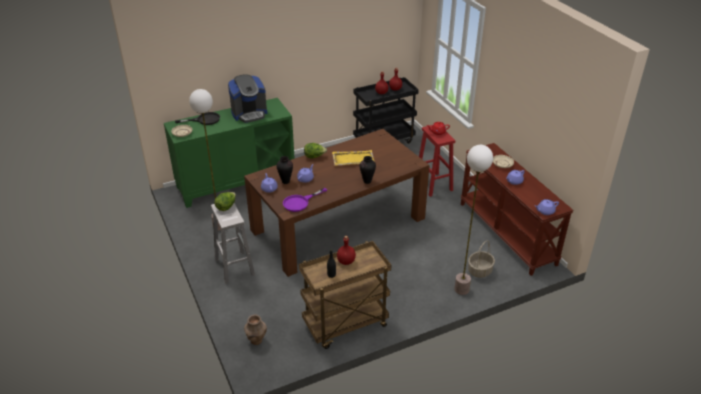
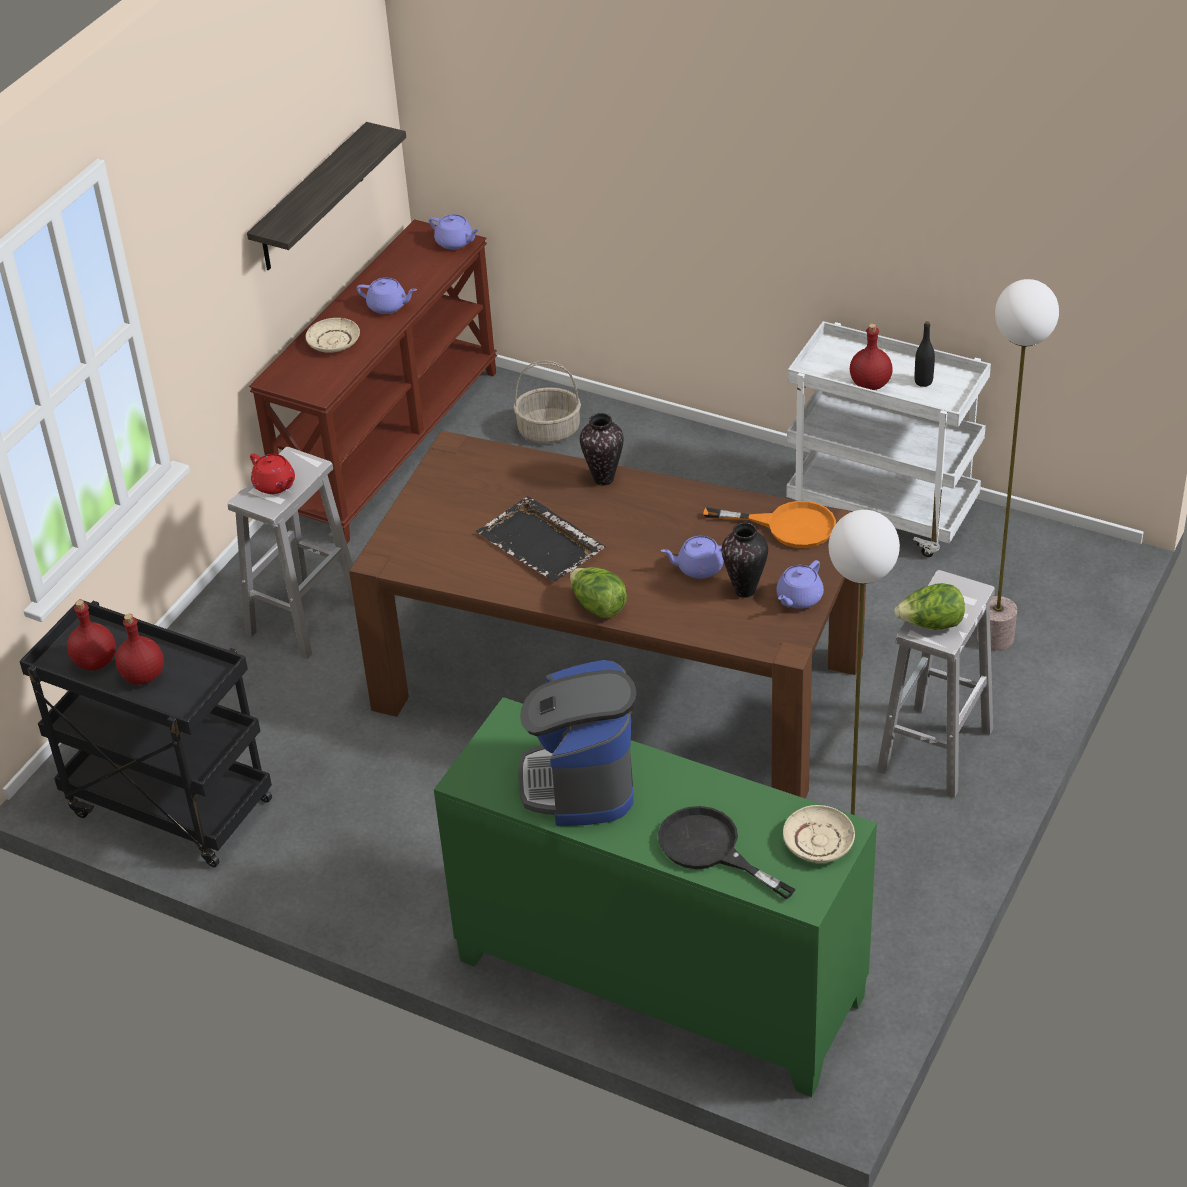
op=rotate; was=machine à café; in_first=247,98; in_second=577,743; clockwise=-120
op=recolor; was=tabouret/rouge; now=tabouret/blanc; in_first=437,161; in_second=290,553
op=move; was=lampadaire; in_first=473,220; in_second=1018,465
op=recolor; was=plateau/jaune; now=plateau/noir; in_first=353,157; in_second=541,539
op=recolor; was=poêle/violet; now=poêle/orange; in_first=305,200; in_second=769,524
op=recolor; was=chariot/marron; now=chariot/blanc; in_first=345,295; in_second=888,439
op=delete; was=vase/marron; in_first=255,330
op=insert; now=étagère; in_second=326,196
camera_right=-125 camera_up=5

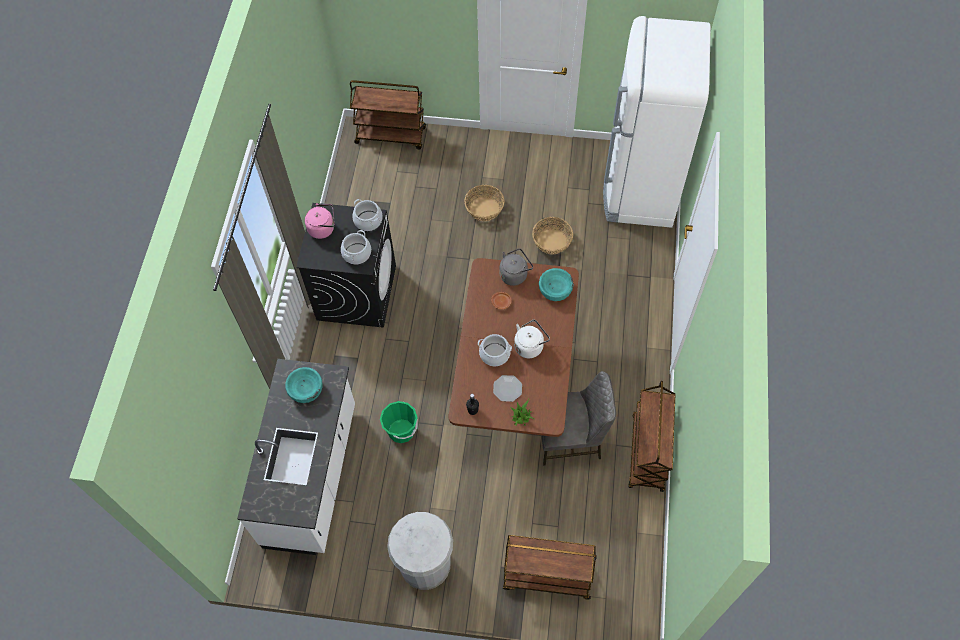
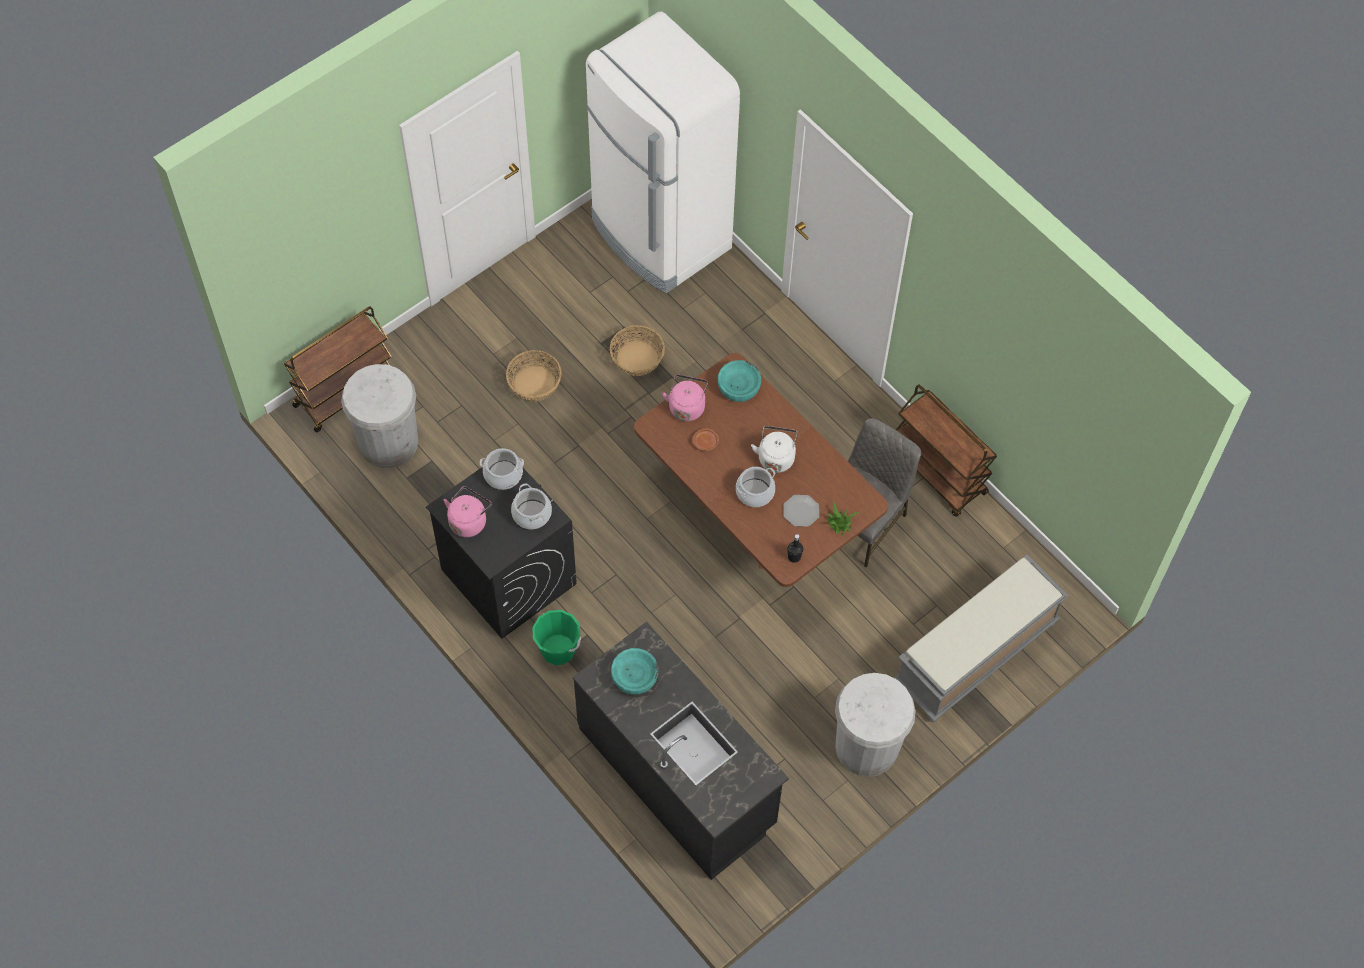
op=recolor; was=bouilloire/gris; now=bouilloire/rose; in_first=516,267; in_second=685,398
op=recolor; was=comptoir de cuisine/blanc; now=comptoir de cuisine/noir; in_first=296,457; in_second=681,751
op=move; was=seau/vert; in_first=399,422; in_second=556,637
op=replace; was=chariot/marron; now=banc/gris; in_first=550,567; in_second=981,638
op=insert; now=poubelle/blanc; in_second=379,416
camera_right=-50 camera_up=0

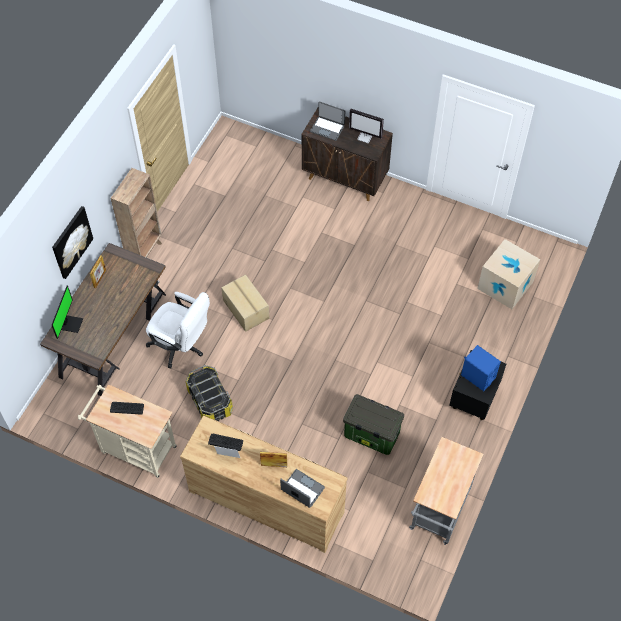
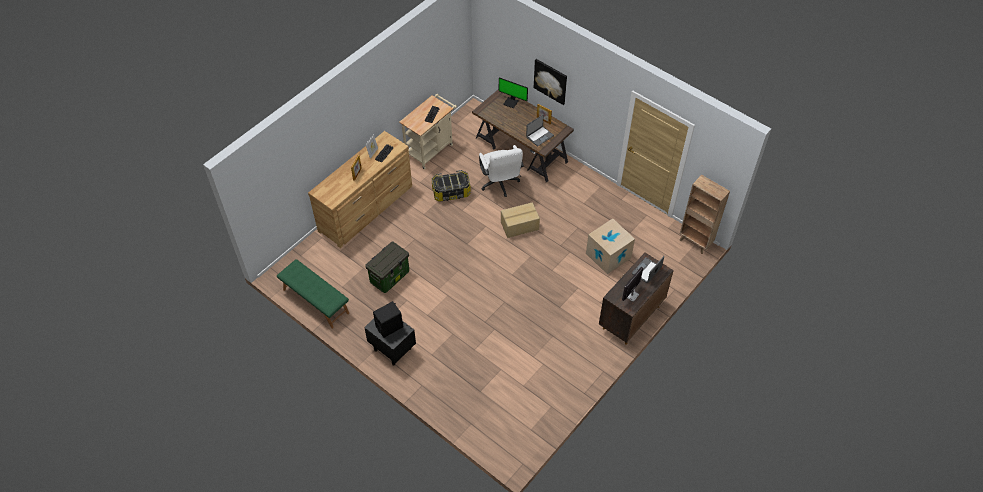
op=move; was=bibliothèque/marron; in_first=136,213; in_second=704,214
op=move; was=carton; in_first=508,274; in_second=610,246
op=rotate; was=chaise de bureau/blanc; in_first=178,330; in_second=501,171; clockwise=-60
op=recolor; was=enceinte/bleu; now=enceinte/noir; in_first=481,368; in_second=388,319
op=replace; was=chariot/gris; now=banc/vert; in_first=446,491; in_second=313,294
op=move; was=ordinateur portable; in_first=302,488; in_second=540,130
camera_right=105 camera_up=-5

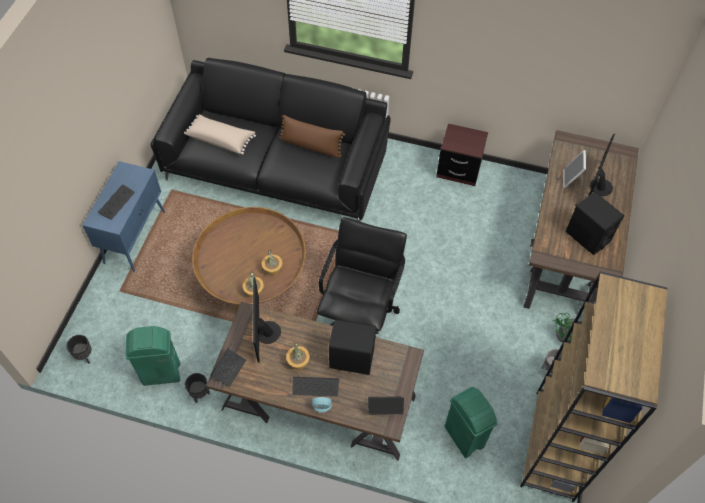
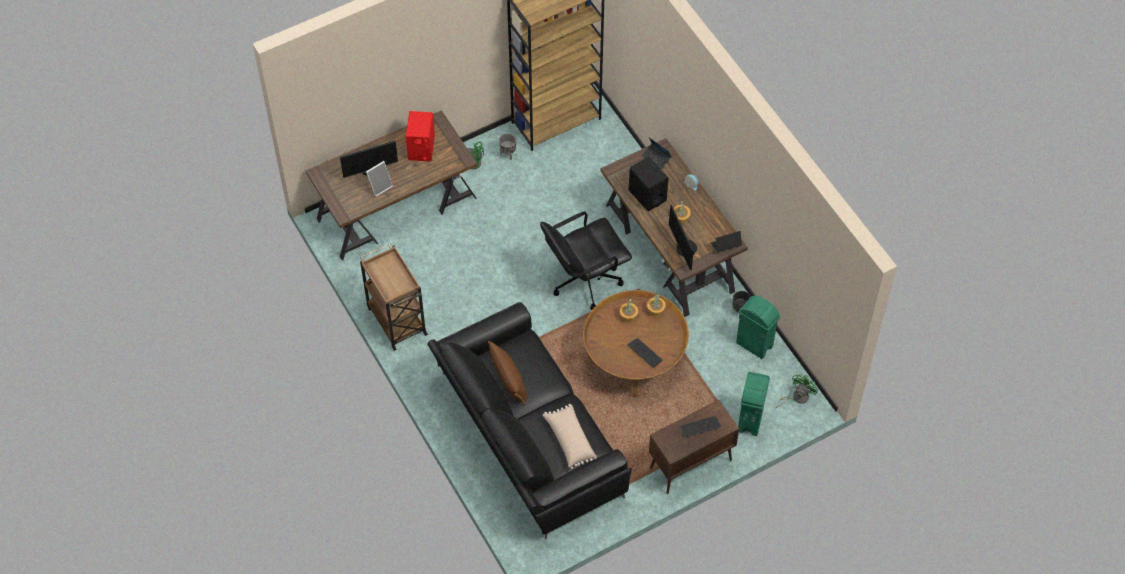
op=replace; was=table de chevet/marron; now=chariot/marron; in_first=462,154; in_second=394,297
op=recolor; was=meuble de rangement/bleu; now=meuble de rangement/marron; in_first=123,216; in_second=694,447
op=recolor; was=enceinte/noir; now=enceinte/rouge; in_first=594,223; in_second=420,136
op=rotate; was=écran d'ordinateur; in_first=267,319; in_second=683,237; clockwise=120
op=replace; was=cache-pot/noir; now=ventilateur/vert; in_first=78,349; in_second=797,391
op=move; was=clavier; in_first=315,387; in_second=645,353
op=move; was=poubelle/vert; in_first=471,422; in_second=754,404
camera_right=-135 camera_up=0

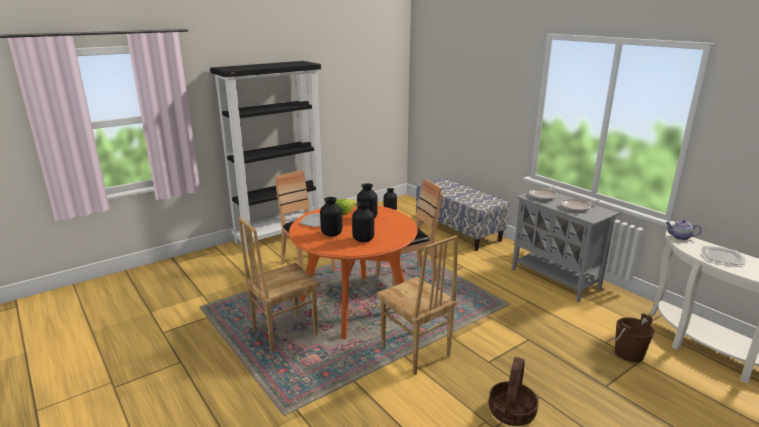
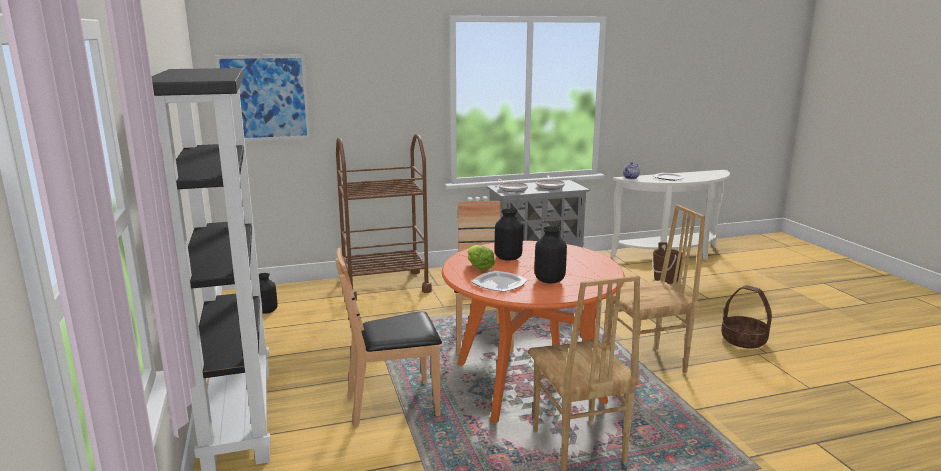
op=replace; was=banc; now=chariot/marron; in_first=462,214; in_second=384,217
op=delete; was=vase/noir; in_first=363,222
op=insert; now=tableau; in_second=263,97
camera_right=-70 camera_up=-5

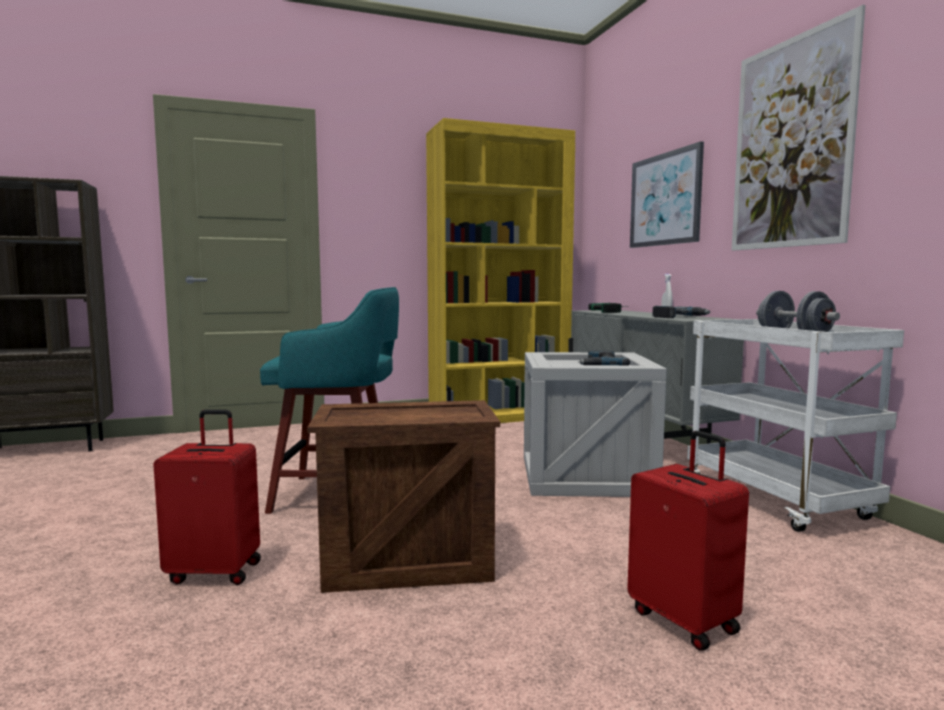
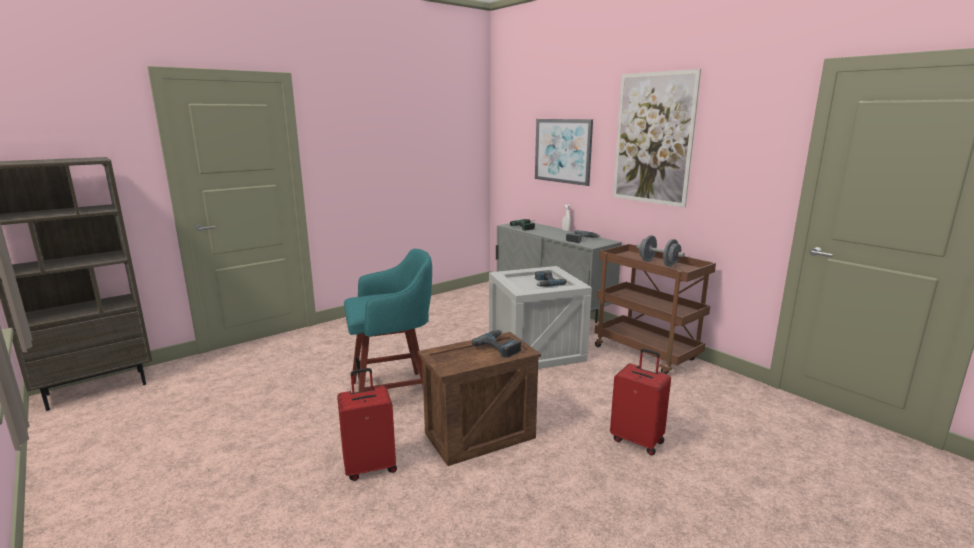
op=delete; was=bibliothèque/jaune; in_first=500,270
op=recolor; was=chariot/blanc; now=chariot/marron; in_first=795,425; in_second=655,309
op=insert; now=perceuse; in_second=496,344
camera_right=-20 camera_up=10

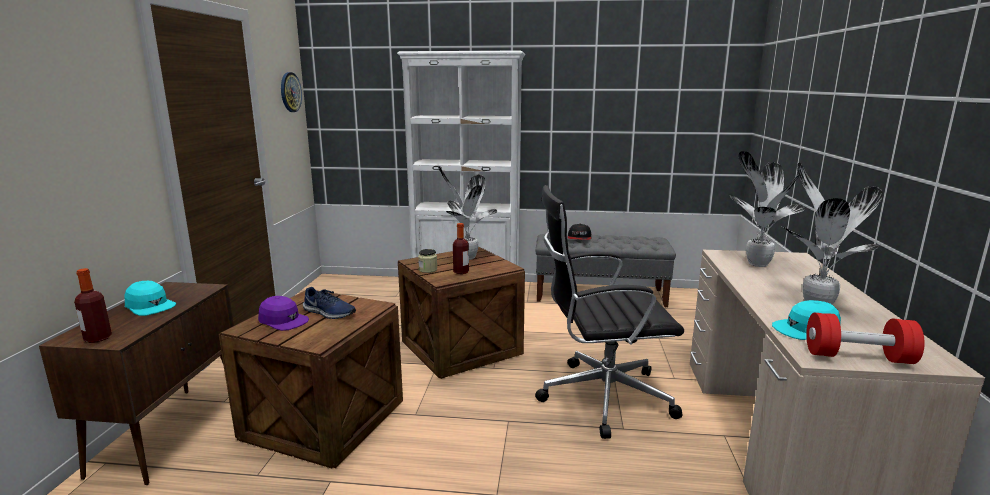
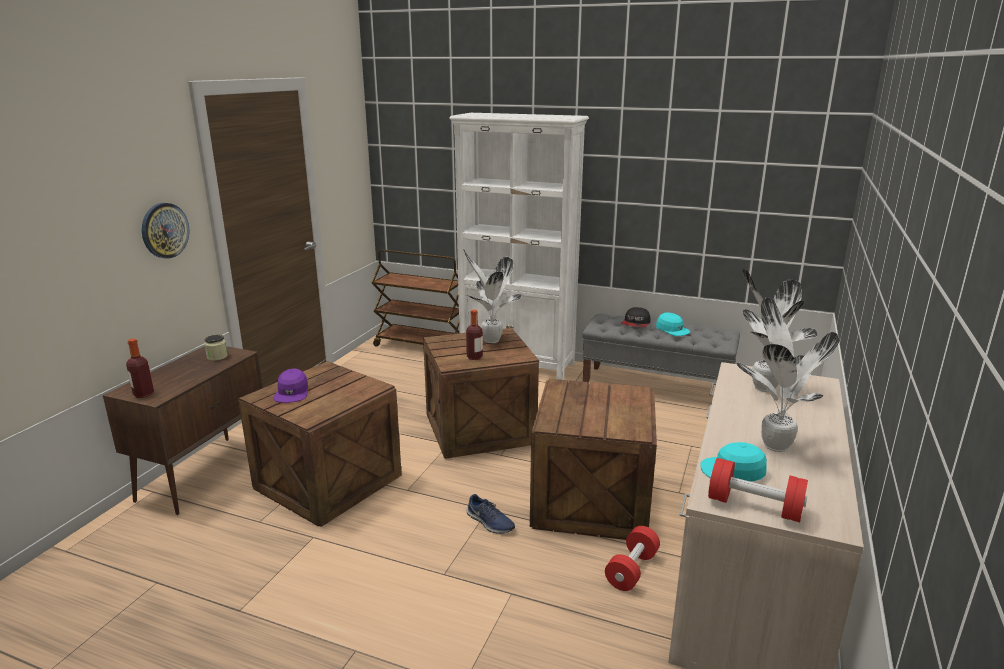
op=move; was=horloge murale; in_first=291,92; in_second=166,231
op=replace; was=chaise de bureau/noir; now=caisse; in_first=609,312; in_second=593,459
op=move; was=bocal; in_first=427,261; in_second=216,348
op=move; was=casquette/turquoise; in_first=150,298; in_second=673,324
op=move; was=chaussure/bleu; in_first=329,303; in_second=490,514
op=rotate; was=casquette/violet; in_first=283,313; in_second=291,386; clockwise=45
op=insert; now=chariot/marron; in_second=415,298
op=insert; now=haltère/rouge; in_second=632,558
camera_right=15 camera_up=5

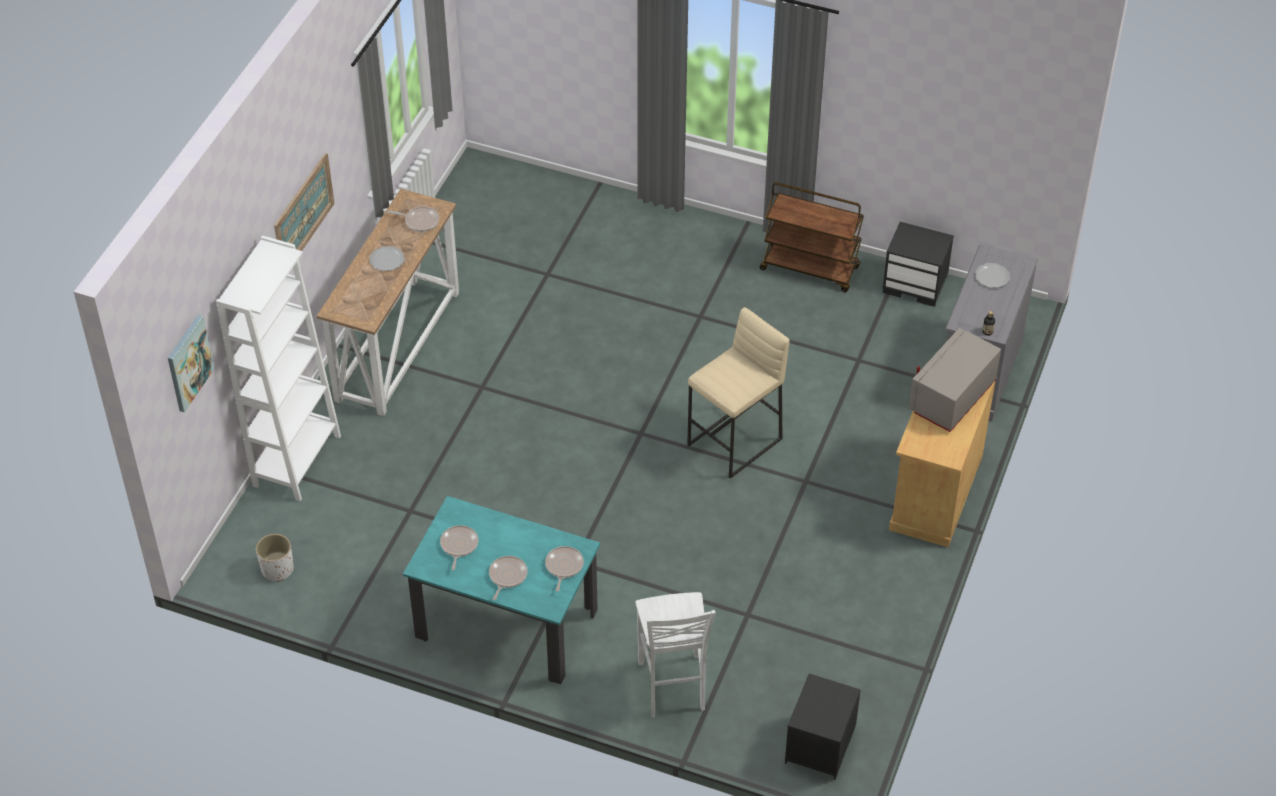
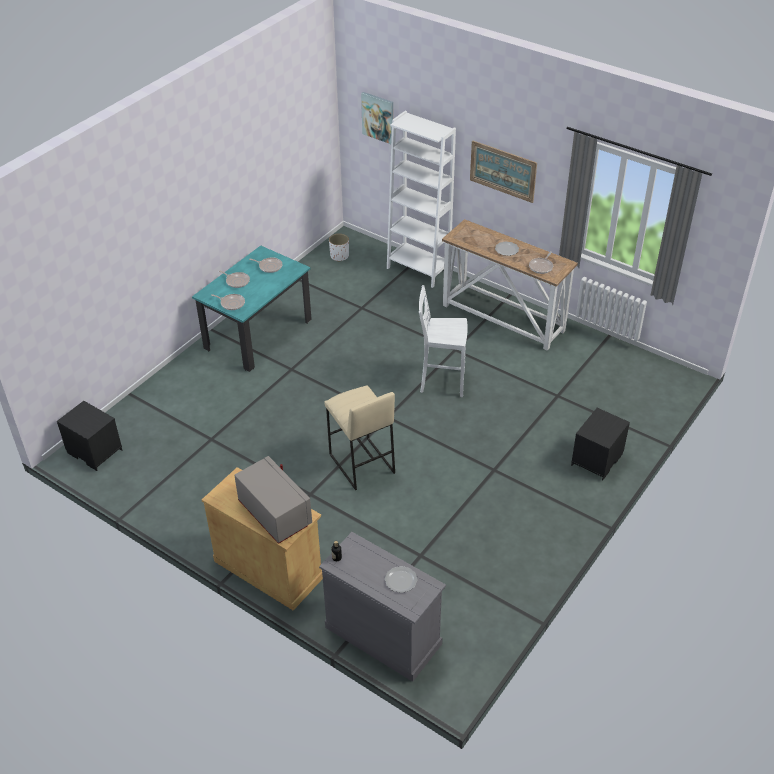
op=delete; was=chariot/marron; in_first=812,237
op=move; was=table de chevet/noir; in_first=918,264; in_second=600,444
op=move; was=tabouret/blanc; in_first=676,654; in_second=443,341
camera_right=105 camera_up=-5

